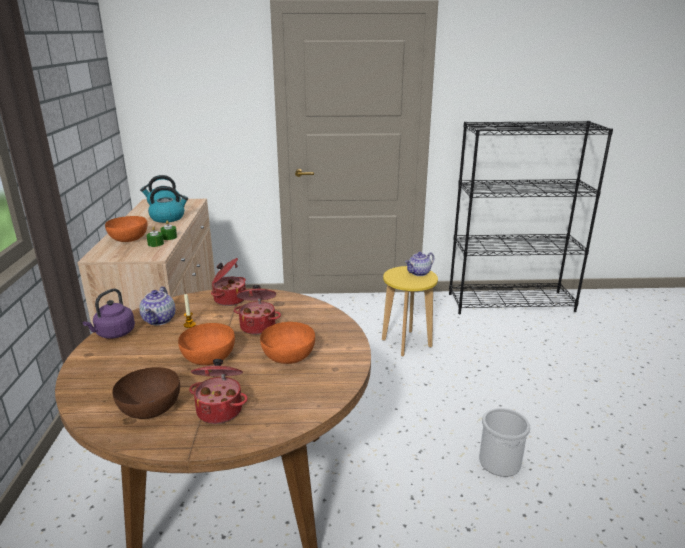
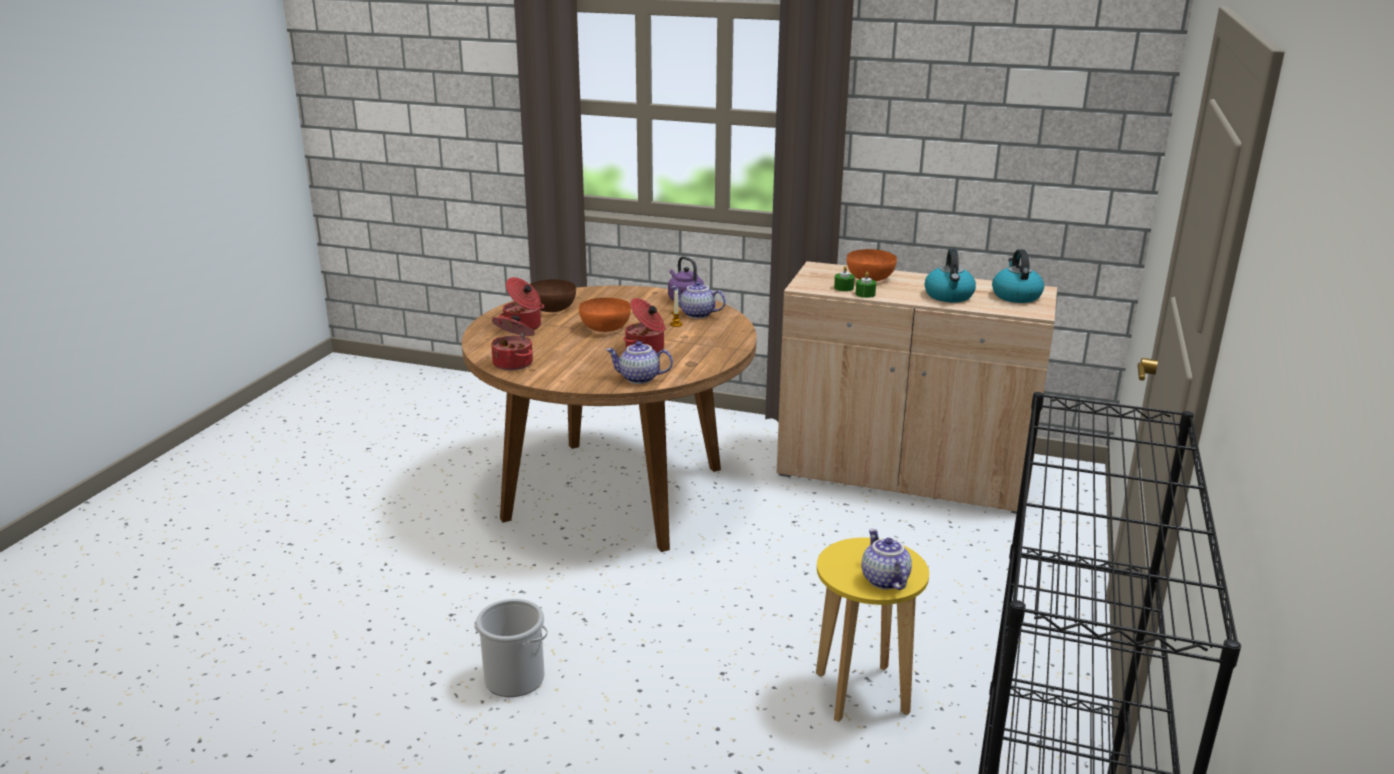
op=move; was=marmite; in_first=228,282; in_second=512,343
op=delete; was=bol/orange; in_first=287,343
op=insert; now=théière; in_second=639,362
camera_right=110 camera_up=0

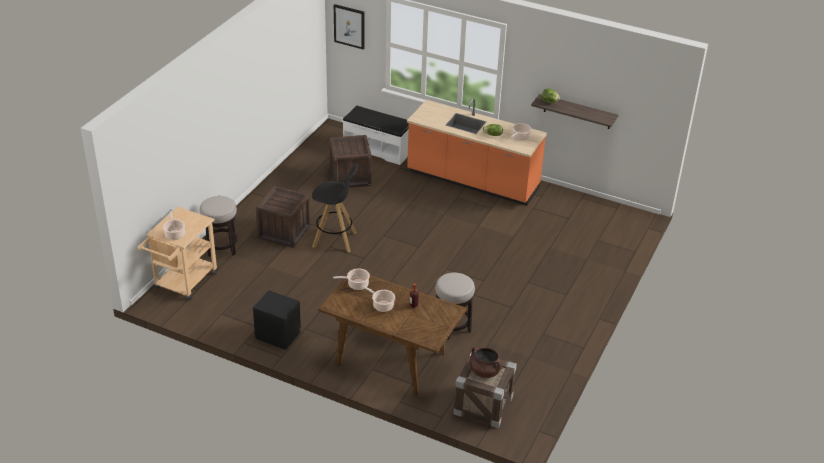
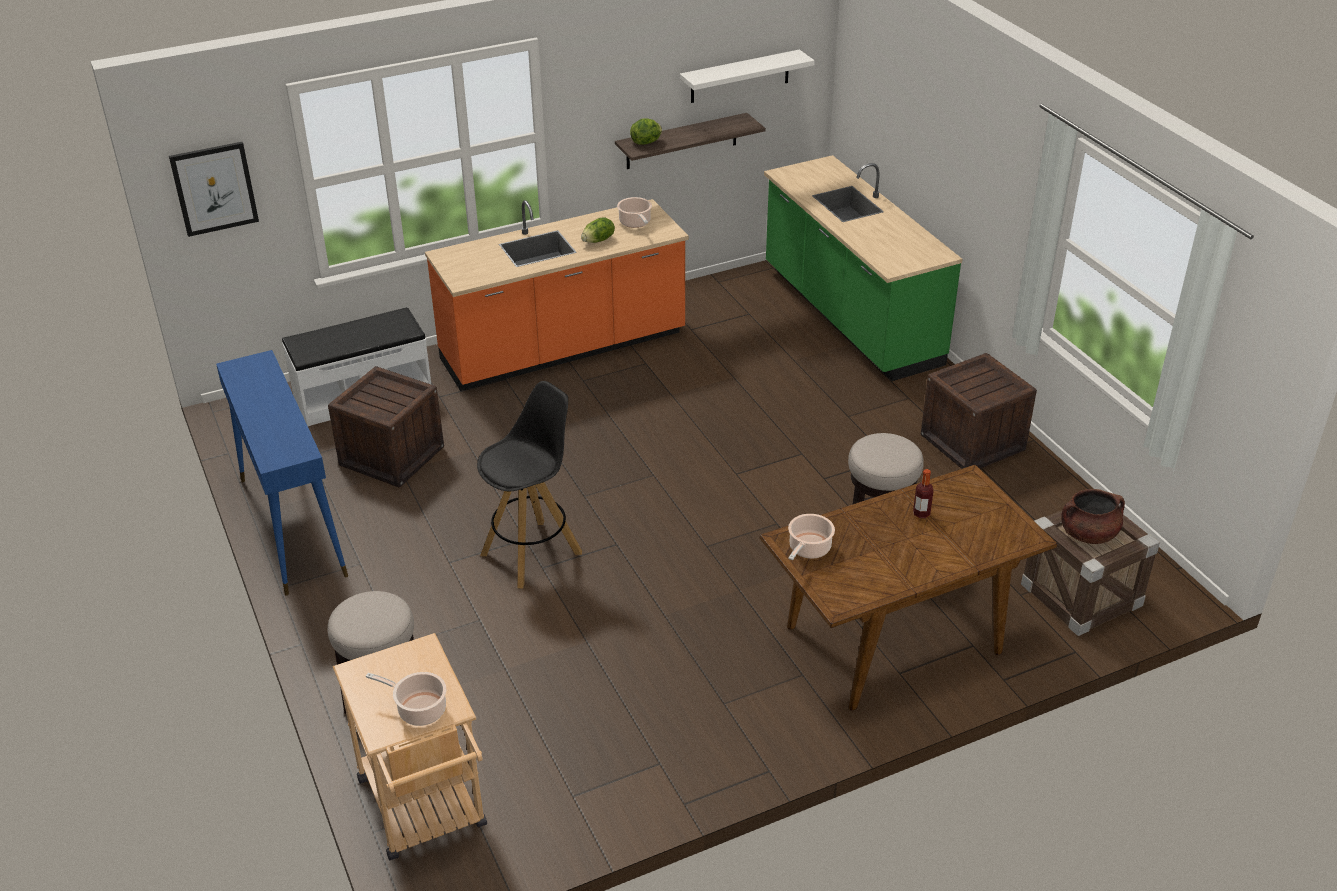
op=move; was=caisse; in_first=283,217; in_second=979,411
op=delete; was=marmite; in_first=379,299
op=delete; was=table de chevet/noir; in_first=277,320
op=insert; now=étagère/blanc; in_second=747,76
op=insert; now=comptoir de cuisine/vert; in_second=863,268
op=insert; now=table console/bleu; in_second=282,473
camera_right=-50 camera_up=0

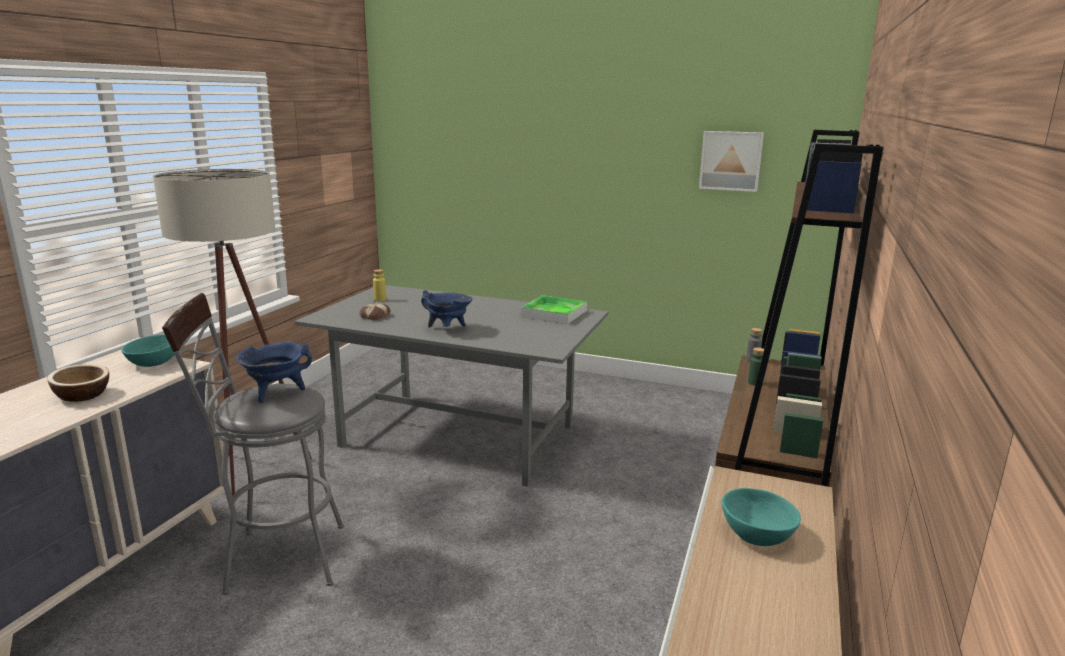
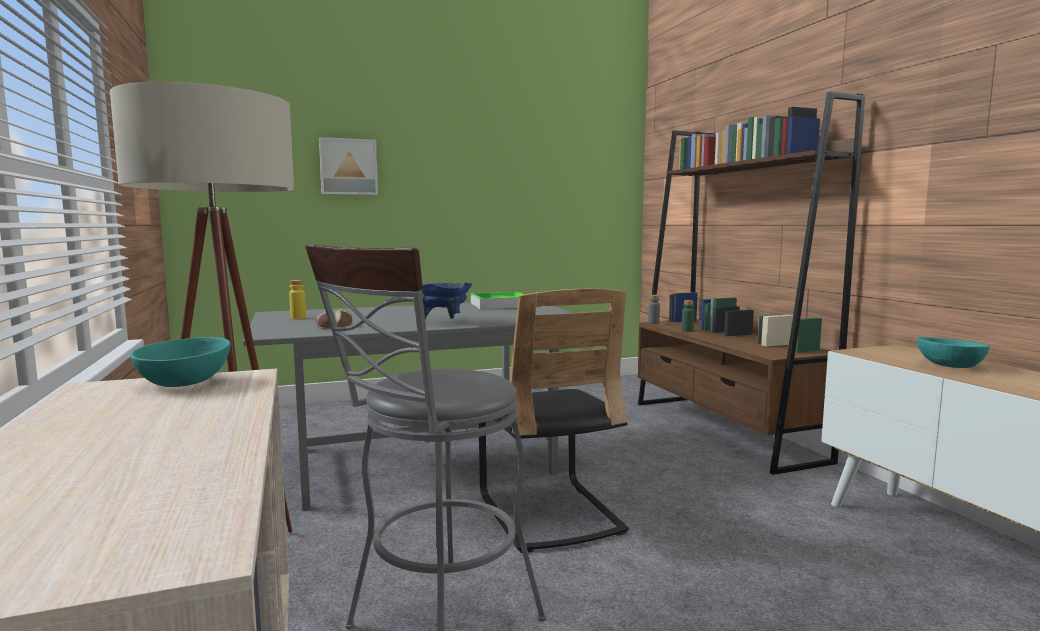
op=move; was=tableau; in_first=731,161; in_second=348,166
op=delete; was=marmite/bleu; in_first=274,372
op=delete; was=bol; in_first=78,383
op=insert; now=chaise/noir; in_second=554,421
camera_right=-40 camera_up=-10

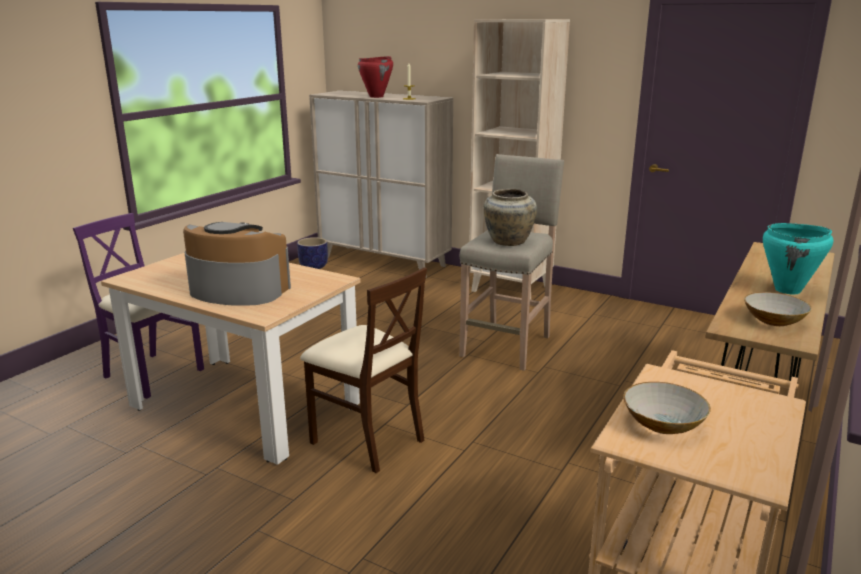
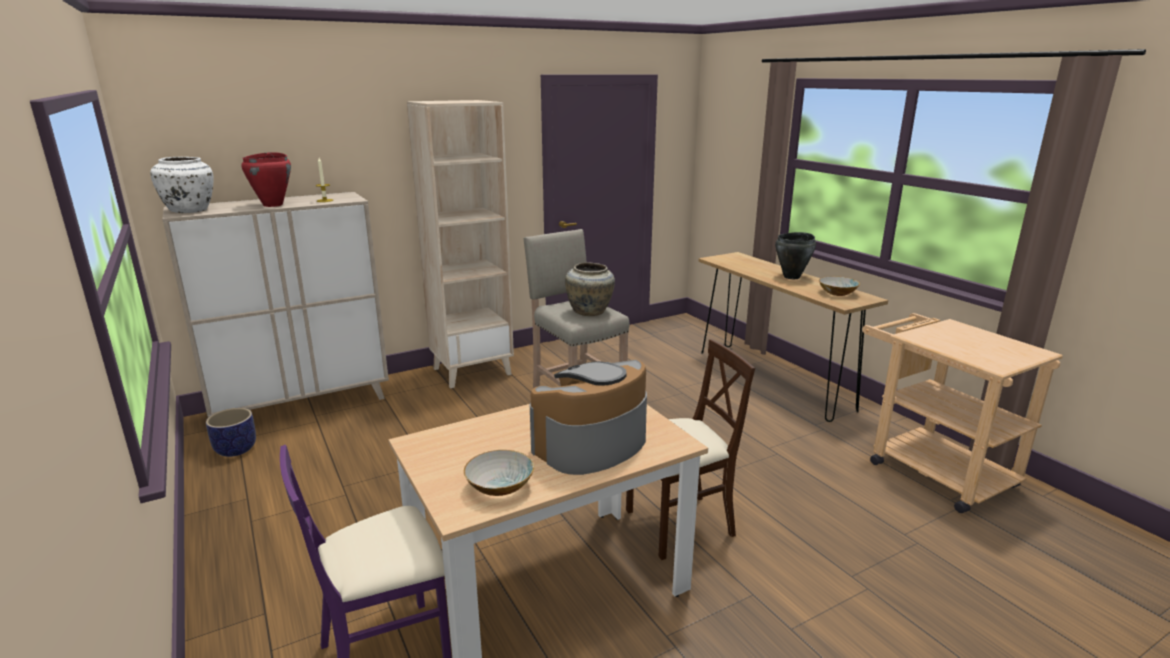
op=recolor; was=marmite/turquoise; now=marmite/noir; in_first=798,258; in_second=795,255
op=move; was=bol; in_first=667,408; in_second=499,473
op=insert; now=vase/blanc; in_second=182,185
camera_right=-60 camera_up=0

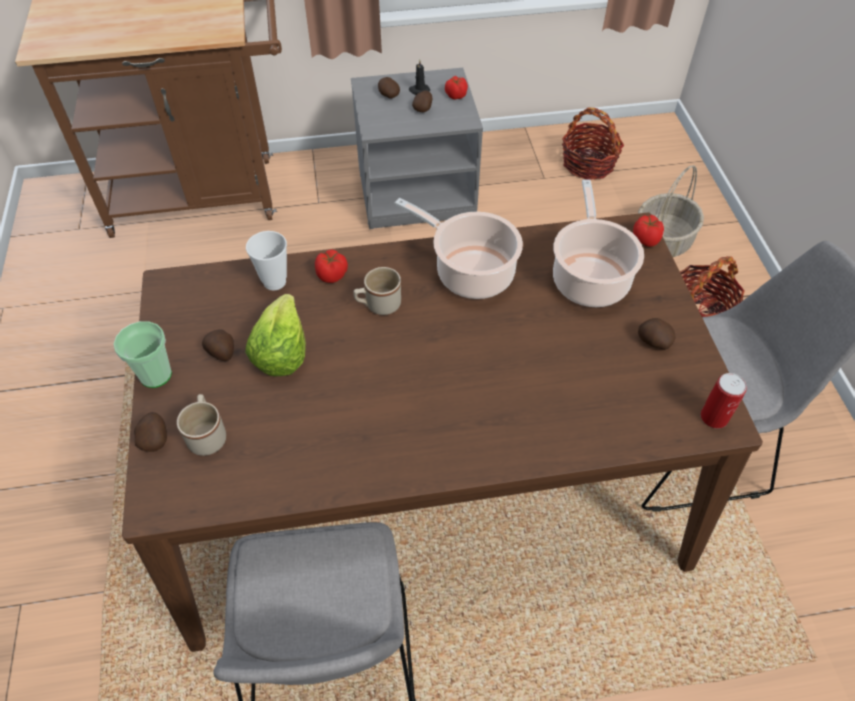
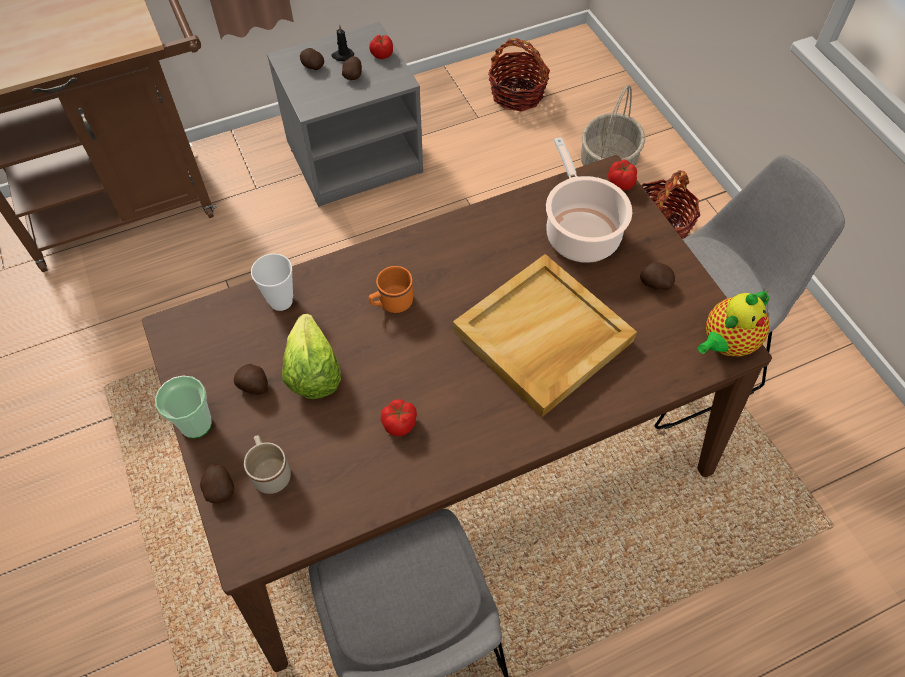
op=delete; was=marmite; in_first=459,248
op=move; was=tomate; in_first=331,266; in_second=399,417
op=recolor; was=mug/beige; now=mug/orange; in_first=377,291; in_second=391,289
op=replace; was=boîte métallique; now=théière; in_first=724,401; in_second=734,323
op=insert; now=plateau/beige; in_second=545,335
camera_right=-15 camera_up=5

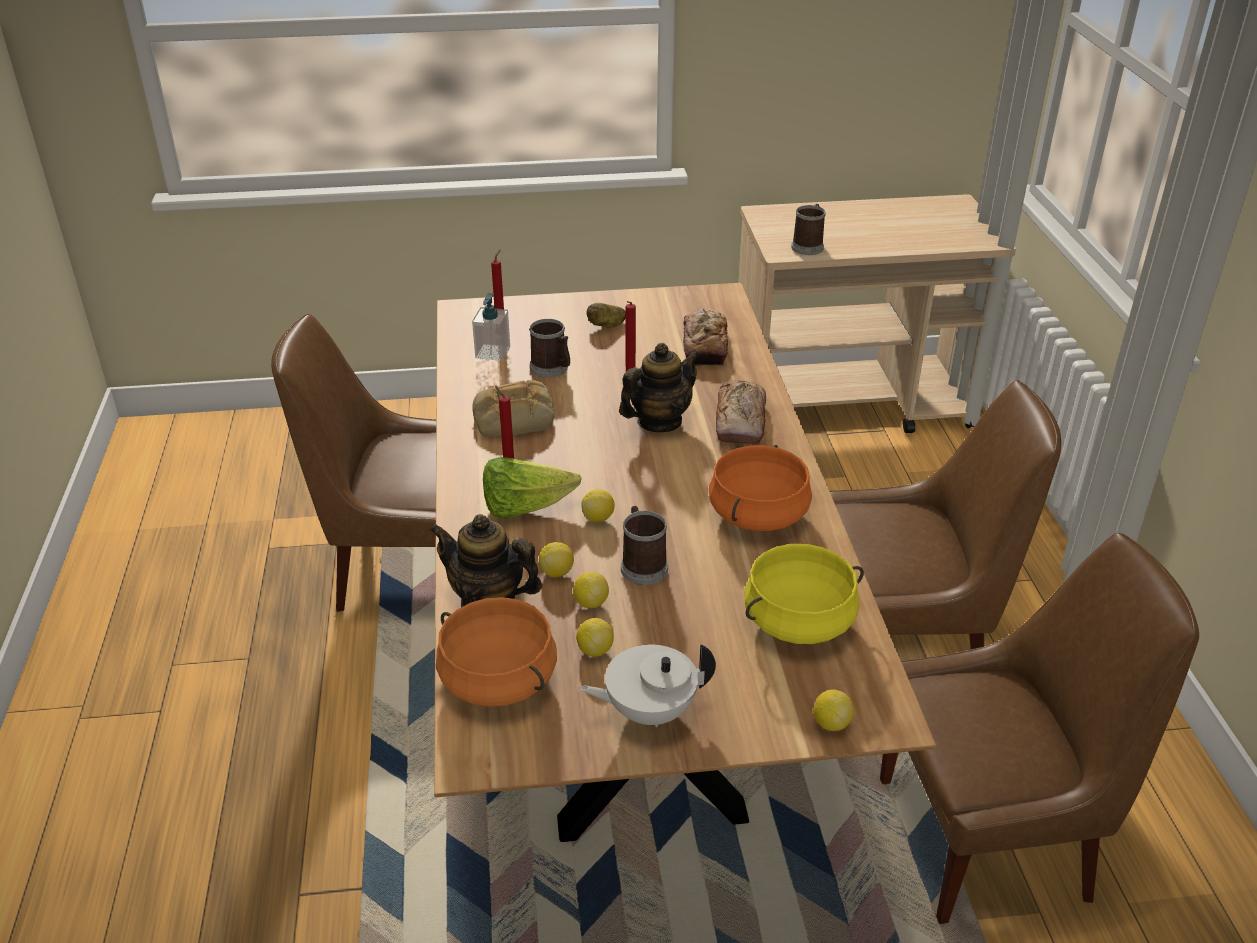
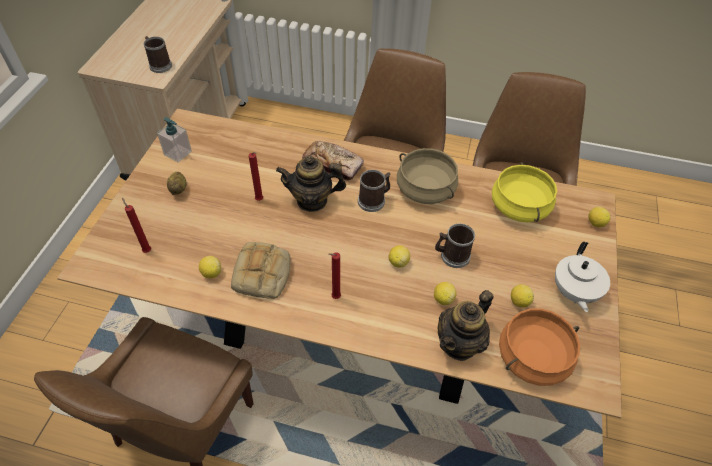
op=move; was=distributeur de savon; in_first=491,327; in_second=174,140
op=delete; was=pain; in_first=705,337
op=move; was=mug; in_first=549,348; in_second=374,191
op=rotate; was=théière; in_first=660,387; in_second=311,183; clockwise=-75
op=recolor; was=marmite/orange; now=marmite/beige; in_first=760,488; in_second=427,176
op=delete; was=laitue; in_first=532,487
op=move; was=citron; in_first=591,590; in_second=210,267
camera_right=-70 camera_up=15

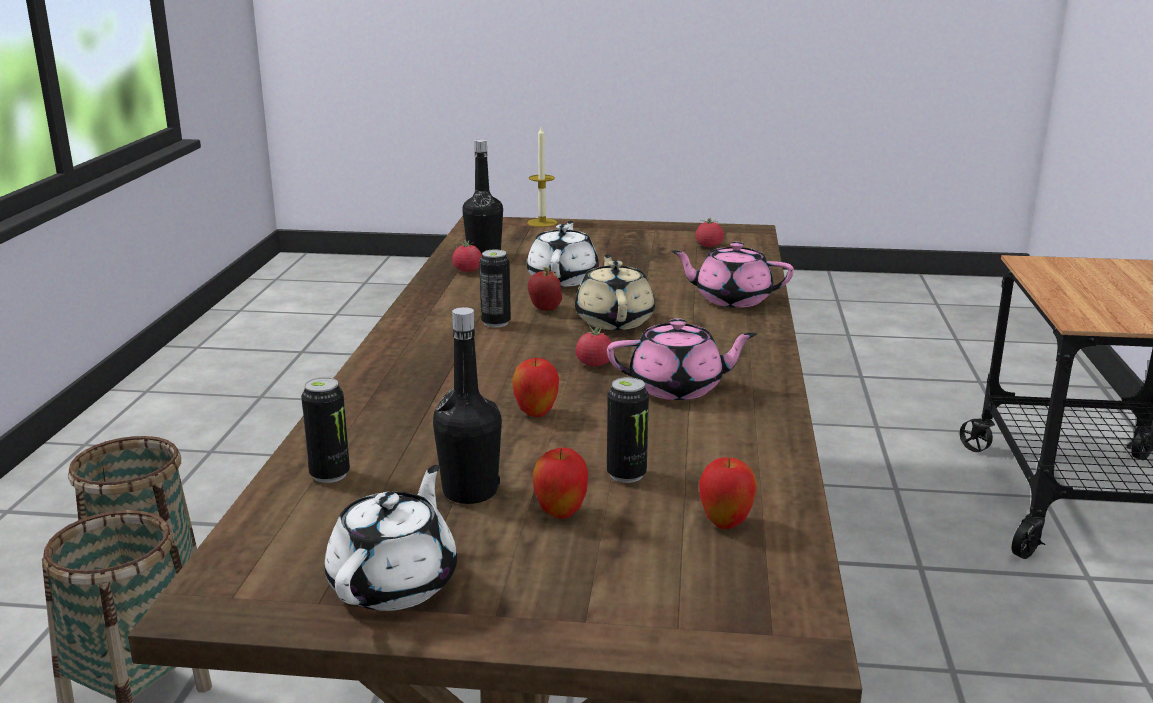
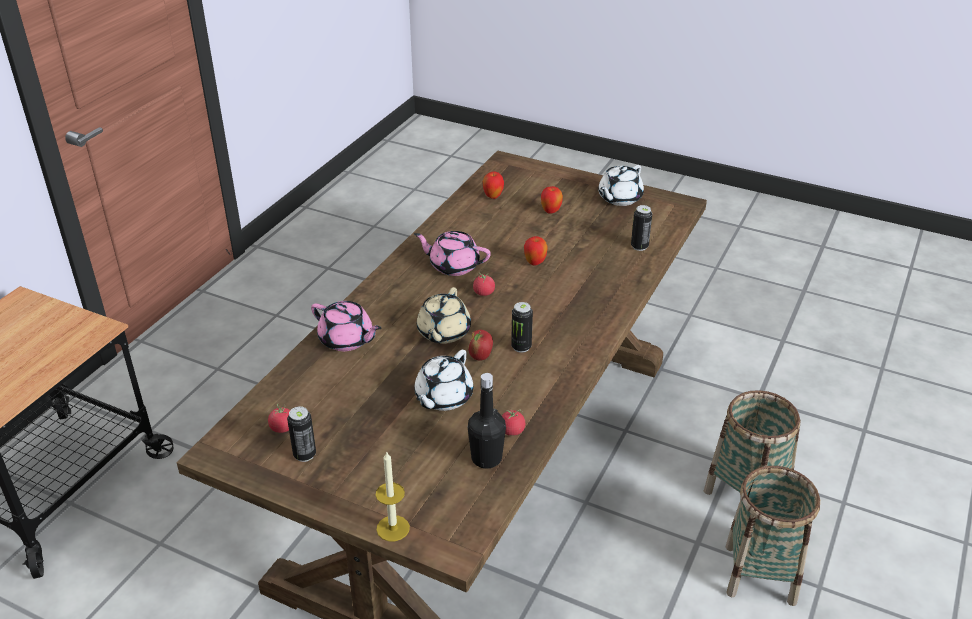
op=delete; was=bouteille/noir; in_first=467,405
op=move; was=boîte métallique; in_first=628,430; in_second=301,434
camera_right=-160 camera_up=15

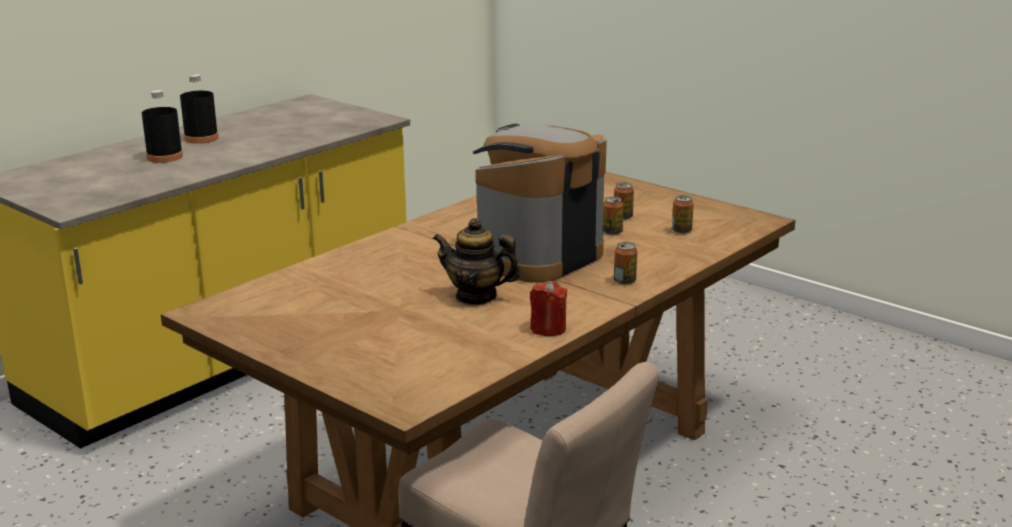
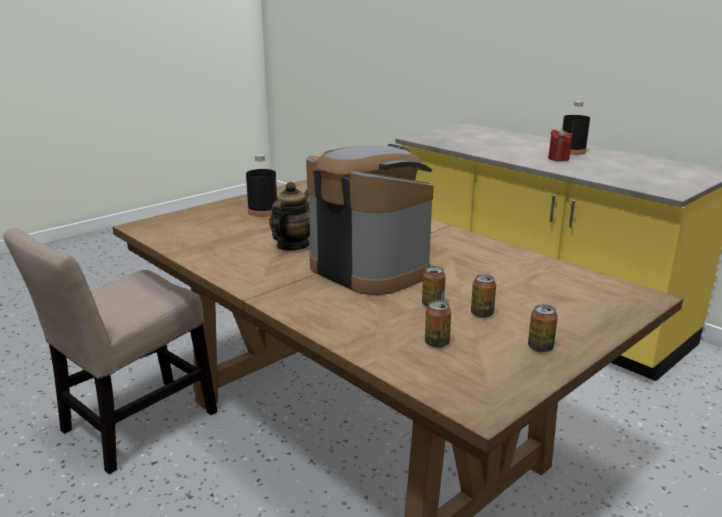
op=move; was=bouteille/noir; in_first=162,126; in_second=261,185
op=move; was=boîte métallique; in_first=625,263; in_second=543,328
op=move; was=bougie/rouge; in_first=549,308; in_second=560,144
camera_right=95 camera_up=0

